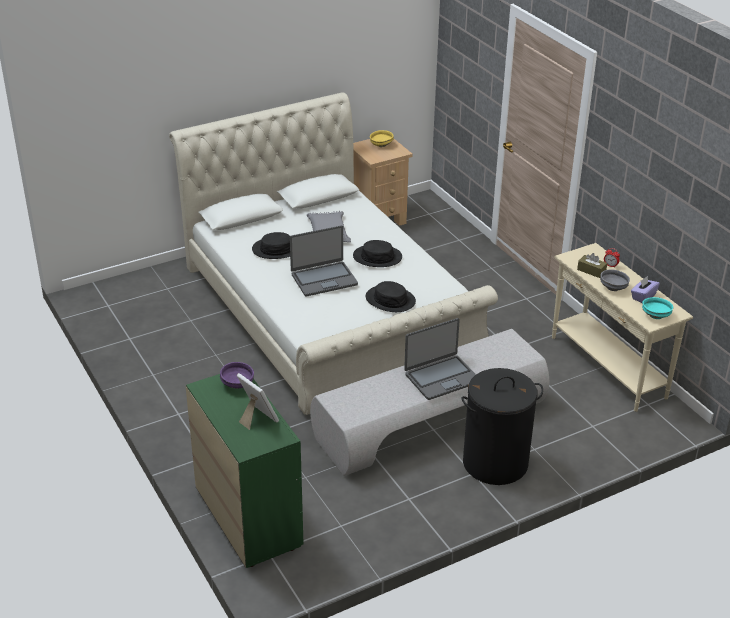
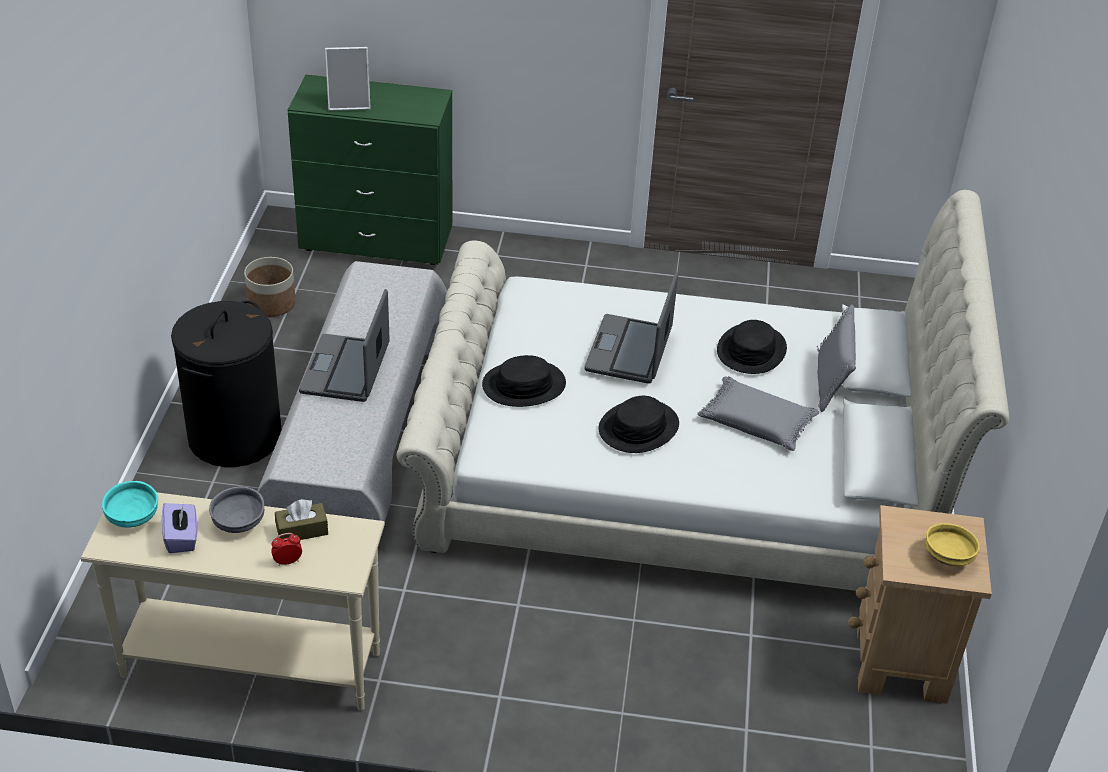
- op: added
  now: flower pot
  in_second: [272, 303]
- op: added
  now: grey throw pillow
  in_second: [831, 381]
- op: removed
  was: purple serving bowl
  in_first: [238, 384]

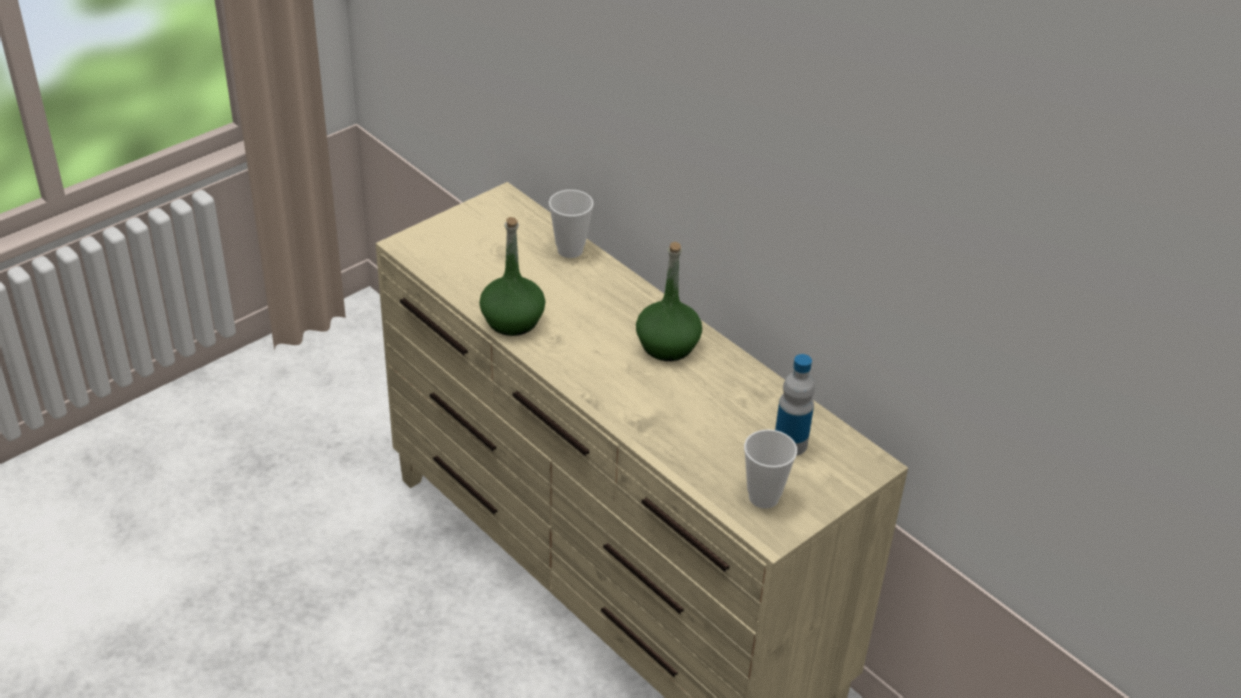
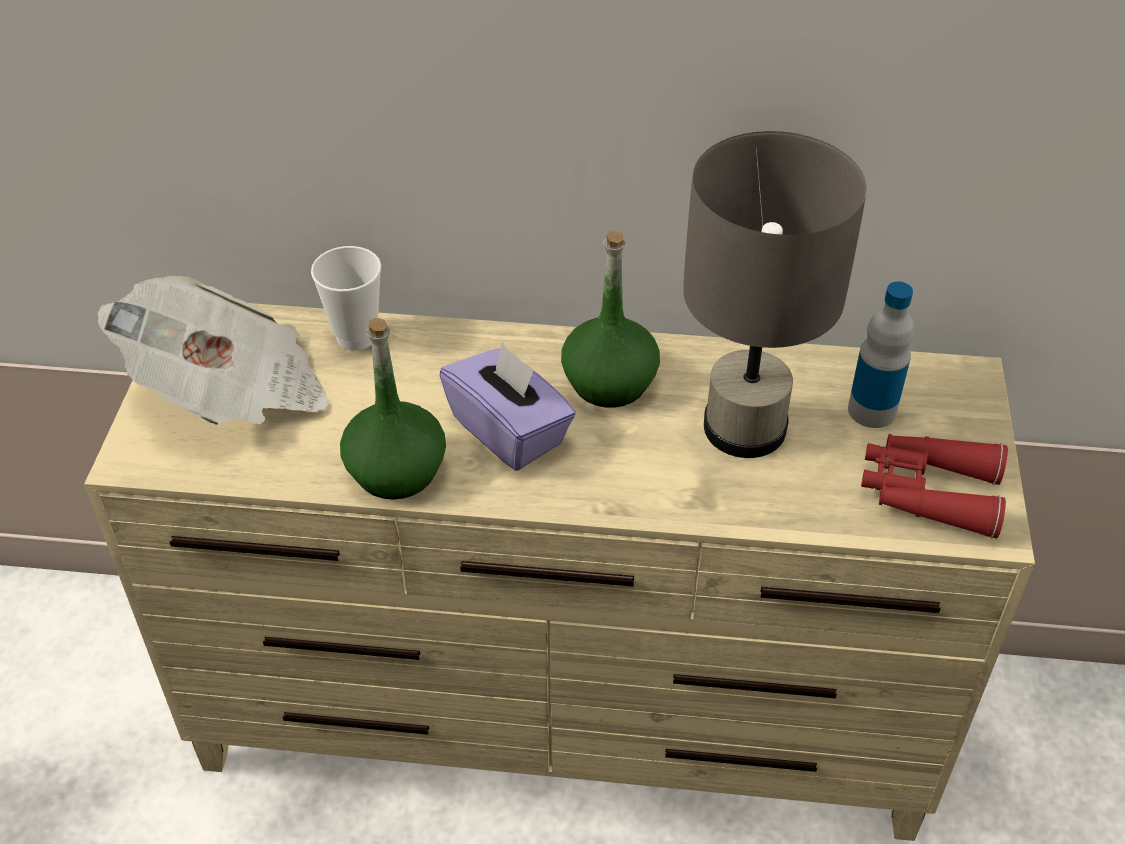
- op: added
  now: daily paper
  in_second: [231, 392]
- op: added
  now: purple box of tissues
  in_second: [509, 431]
- op: added
  now: grey lamp for a table
  in_second: [743, 426]
- op: replaced
  was: cup
  now: reddish field glasses
  in_first: [763, 497]
  in_second: [928, 492]

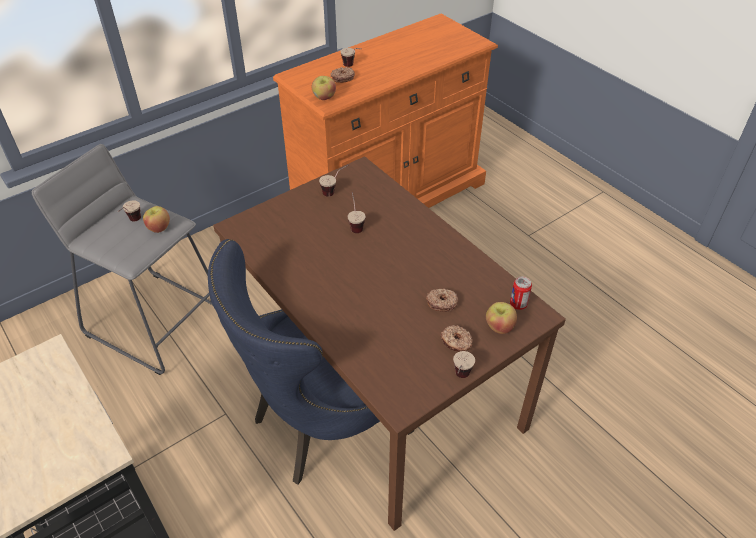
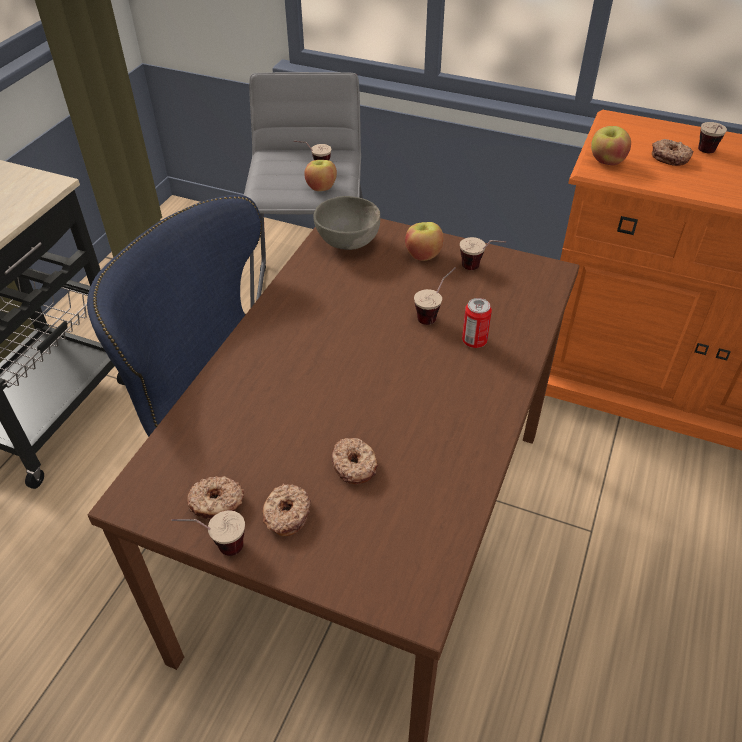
- op: added
  now: doughnut
  in_second: [217, 503]
- op: added
  now: grey serving bowl
  in_second: [348, 243]
- op: moved
  was: whole apple
  in_first: [499, 327]
  in_second: [423, 255]
- op: moved
  was: metal can
  in_first: [518, 304]
  in_second: [474, 341]

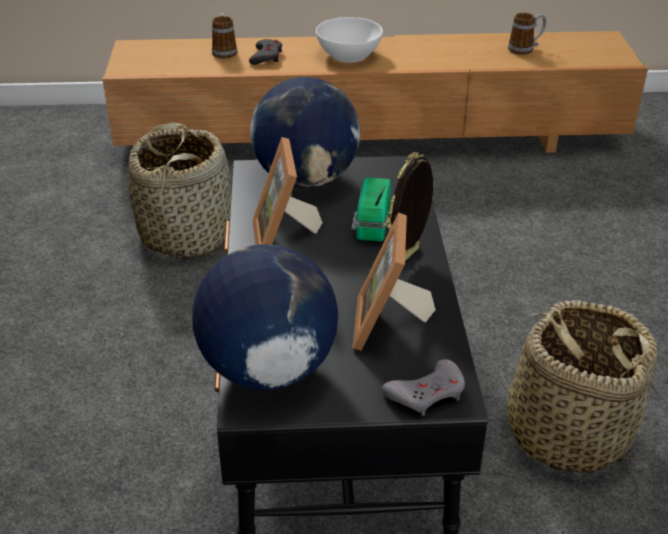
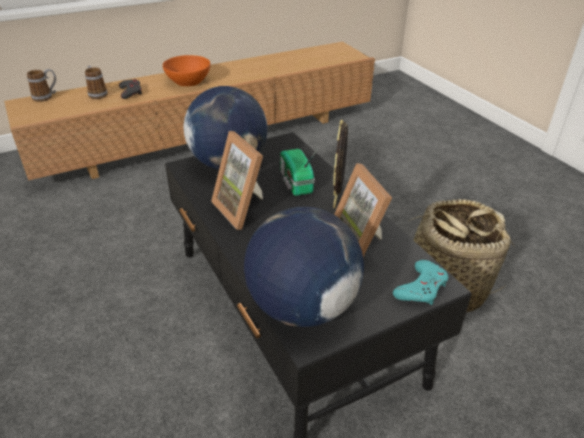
- op: moved
  was: coffee mug
  in_first: [525, 49]
  in_second: [46, 96]
- op: recoloured
  was: white-coloured serving bowl
  now: orangey serving bowl
  in_first: [349, 54]
  in_second: [188, 81]
- op: recoloured
  was: grey gamepad
  now: blue-green gamepad
  in_first: [427, 393]
  in_second: [421, 287]
- op: removed
  was: basket
  in_first: [186, 234]

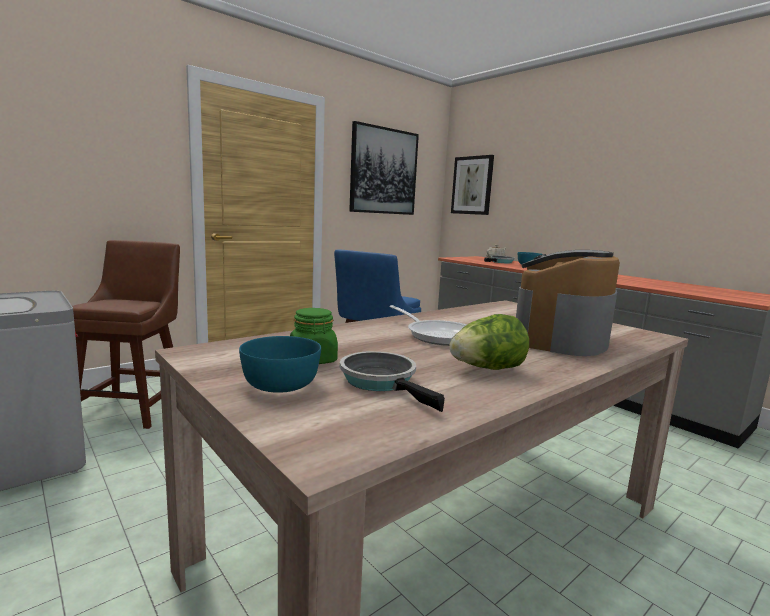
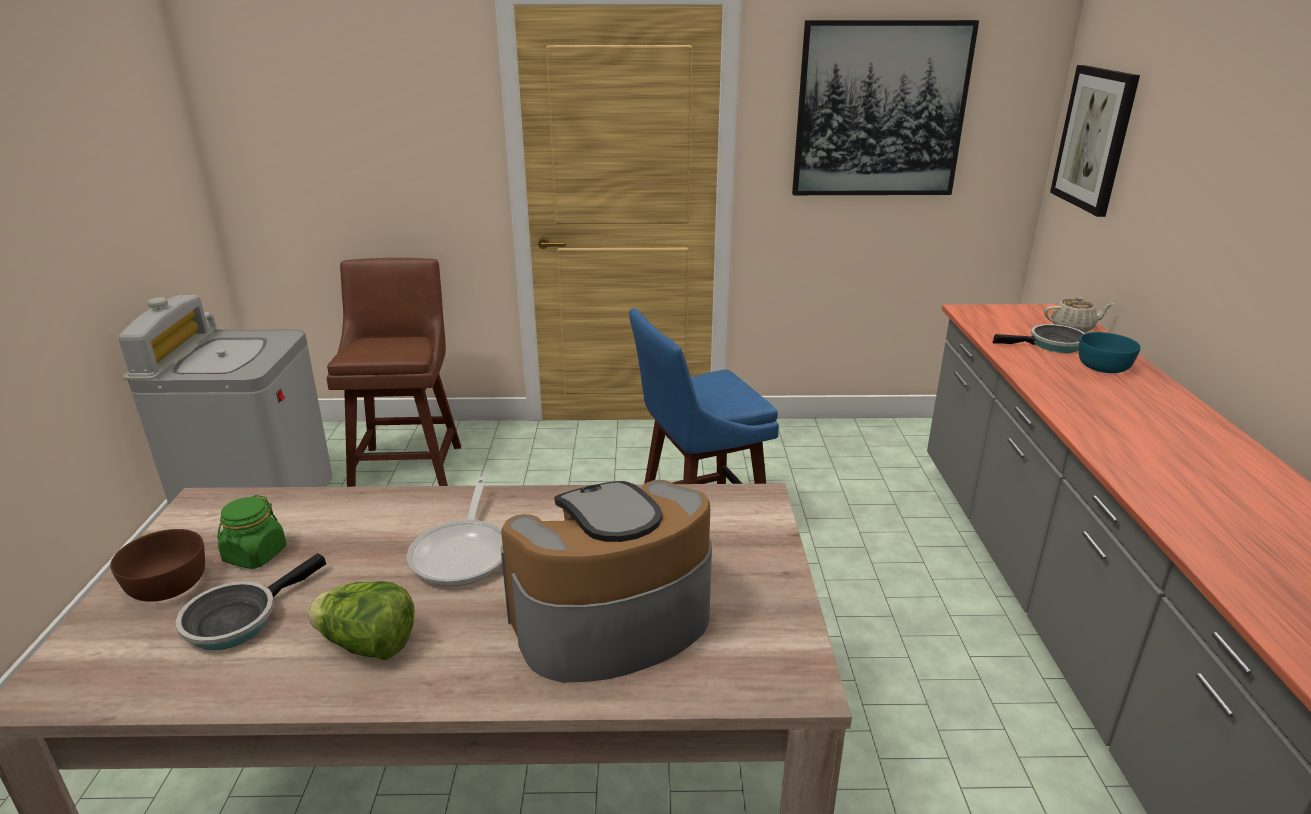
- op: recoloured
  was: blue-green serving bowl
  now: brownish serving bowl
  in_first: [279, 384]
  in_second: [166, 585]
- op: turned
  was: frying pan
  in_first: [382, 382]
  in_second: [238, 619]
  clockwise: -150
- op: turned
  was: brownish plain chair
  in_first: [134, 407]
  in_second: [409, 464]
  clockwise: -45

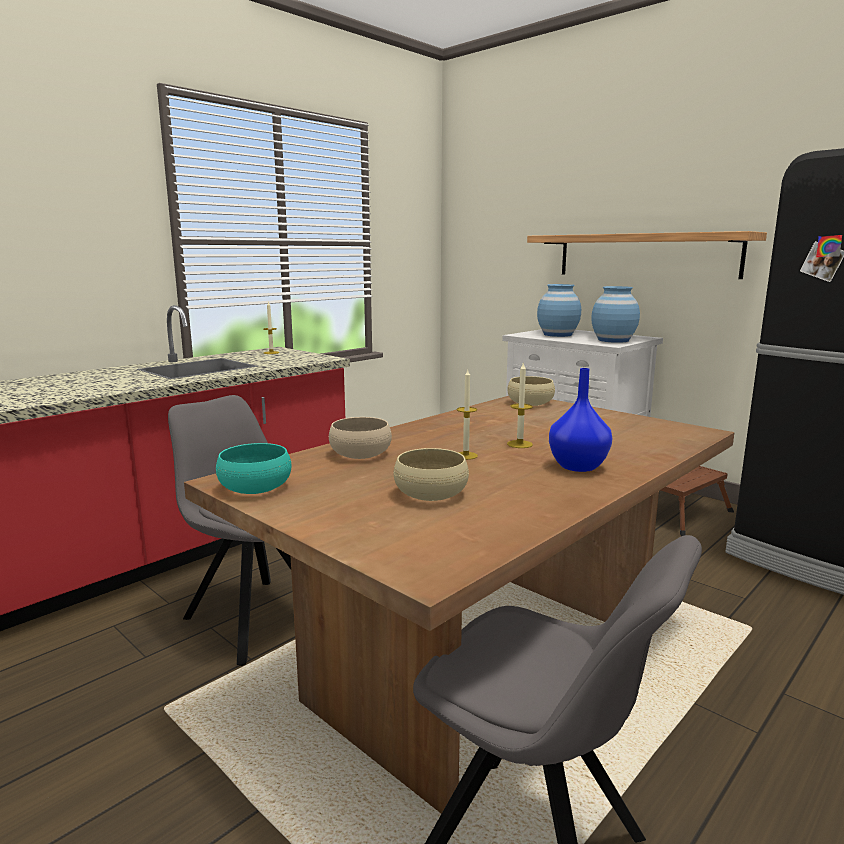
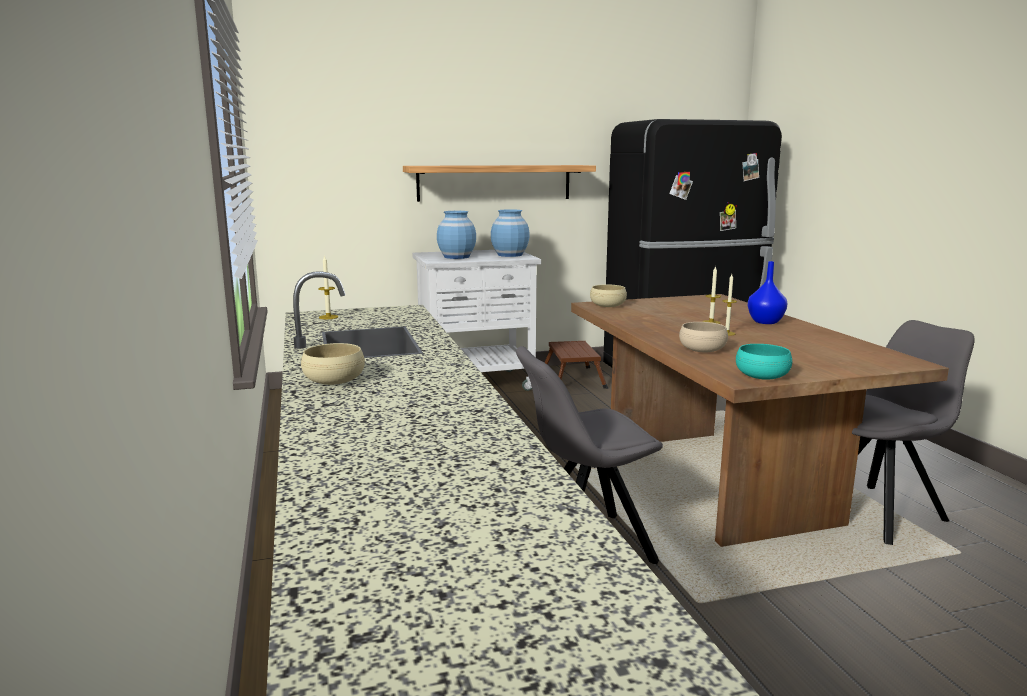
- op: moved
  was: beige-coloured serving bowl
  in_first: [430, 493]
  in_second: [334, 380]

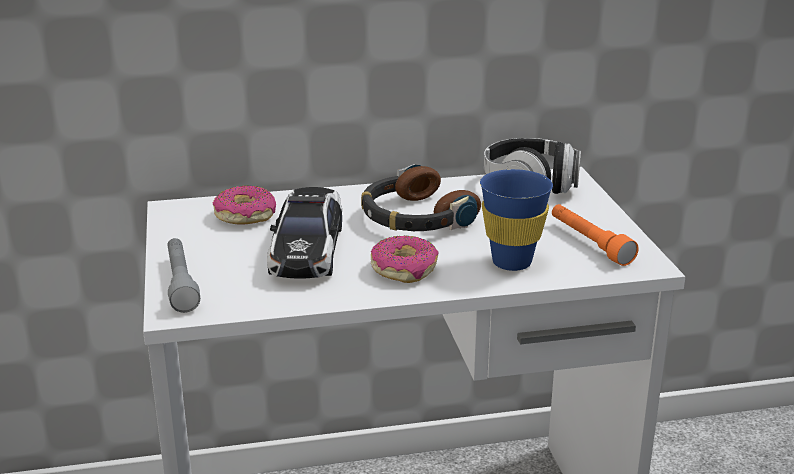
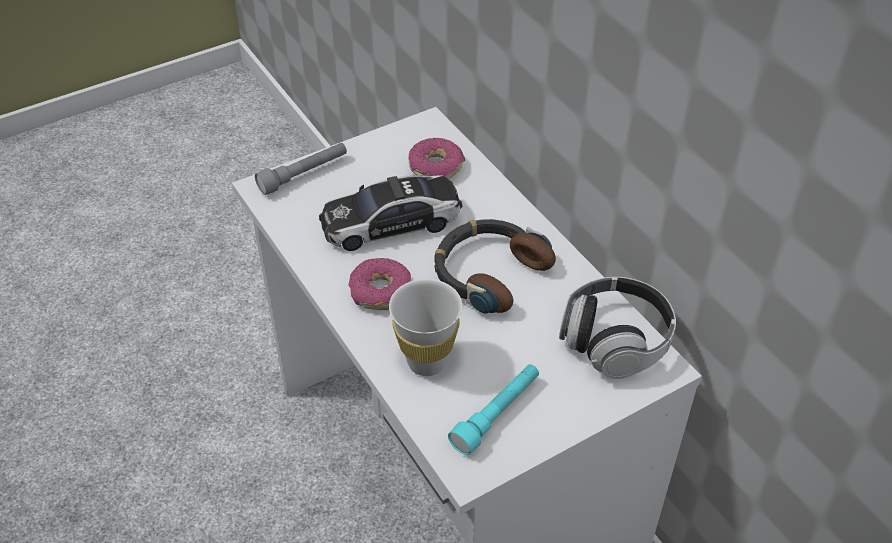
- op: recoloured
  was: bluish cup
  now: white-coloured cup
  in_first: [512, 262]
  in_second: [426, 362]
- op: recoloured
  was: orangey hand torch
  now: blue-green hand torch
  in_first: [589, 243]
  in_second: [496, 414]

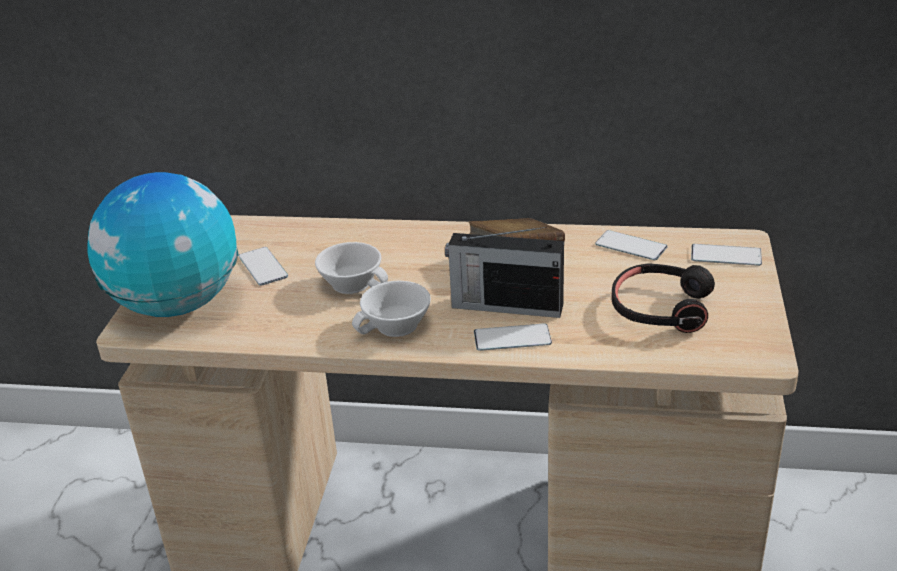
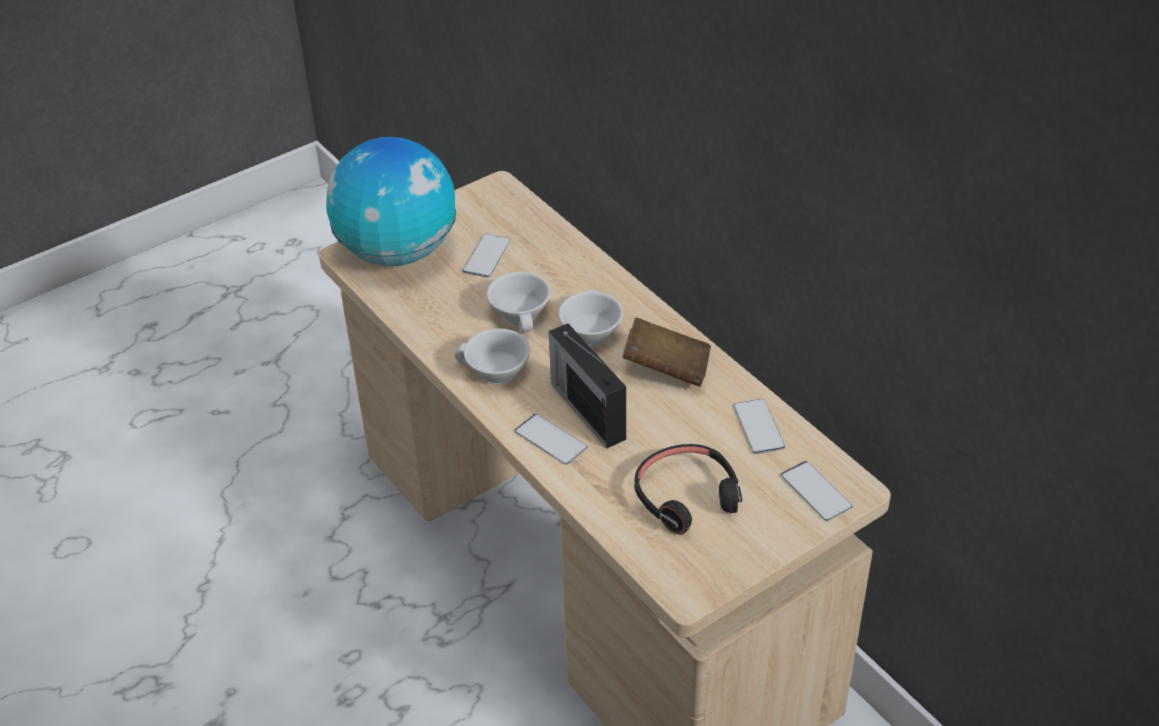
- op: added
  now: white-coloured cup
  in_second: [588, 331]

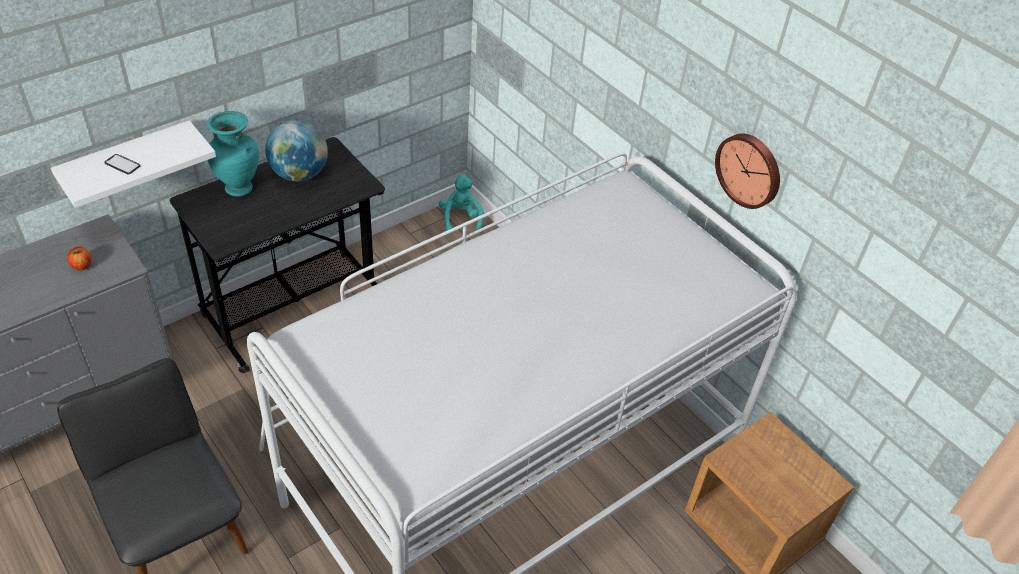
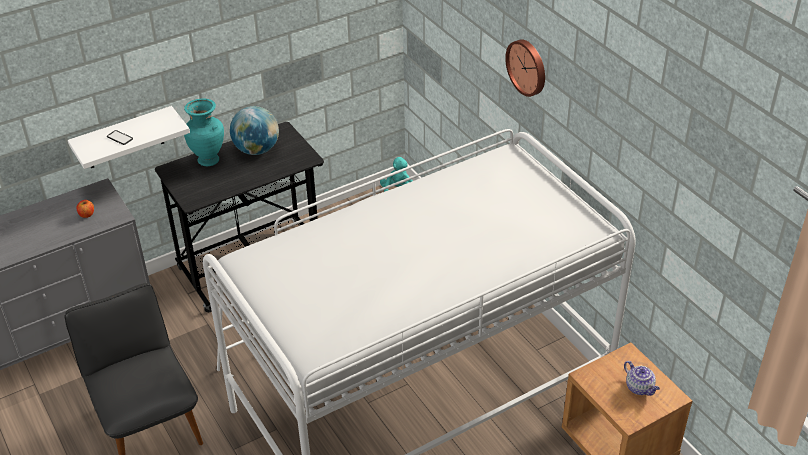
- op: moved
  was: wall clock
  in_first: [750, 169]
  in_second: [527, 67]
- op: added
  now: tea pot
  in_second: [640, 388]

